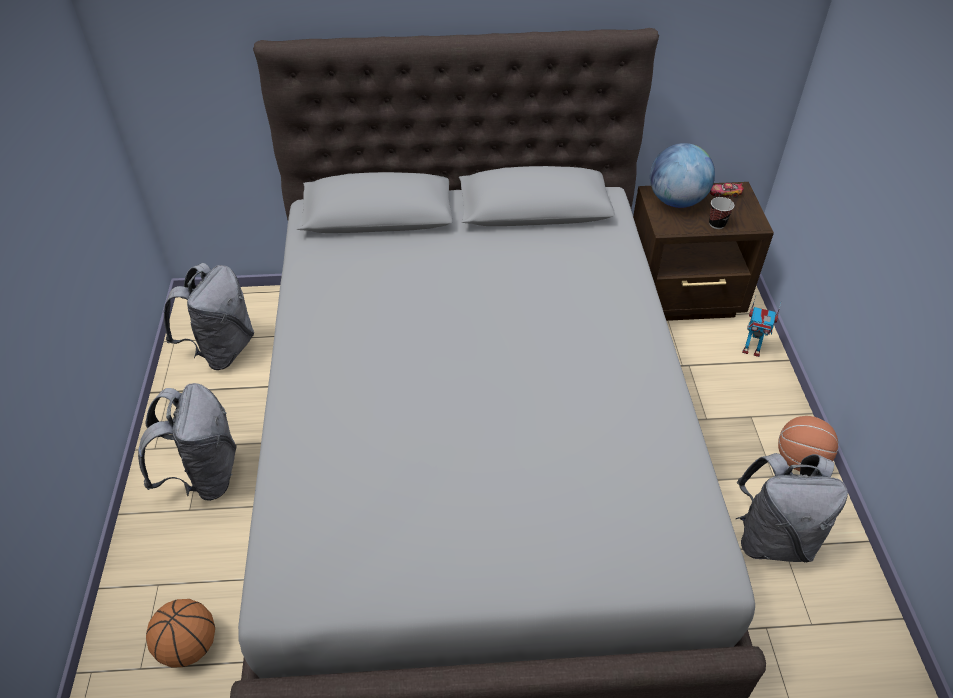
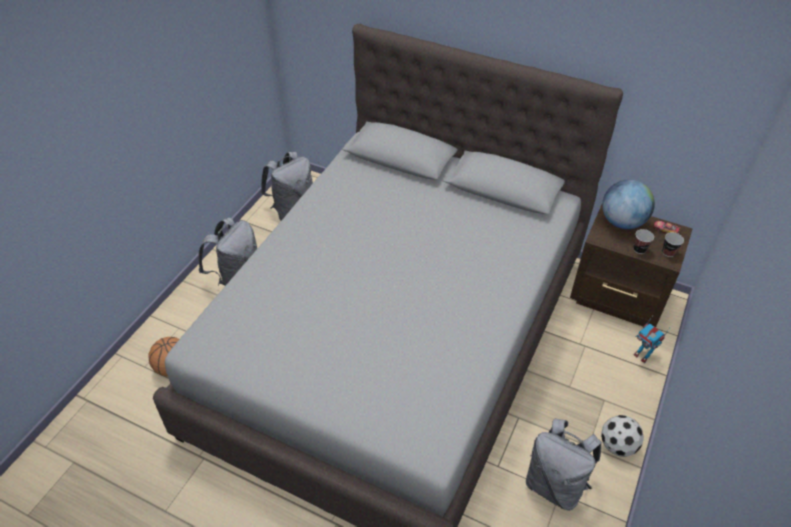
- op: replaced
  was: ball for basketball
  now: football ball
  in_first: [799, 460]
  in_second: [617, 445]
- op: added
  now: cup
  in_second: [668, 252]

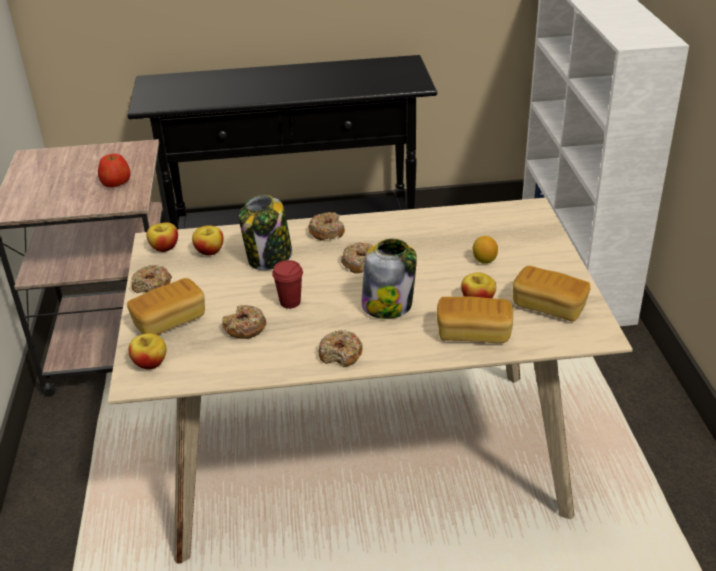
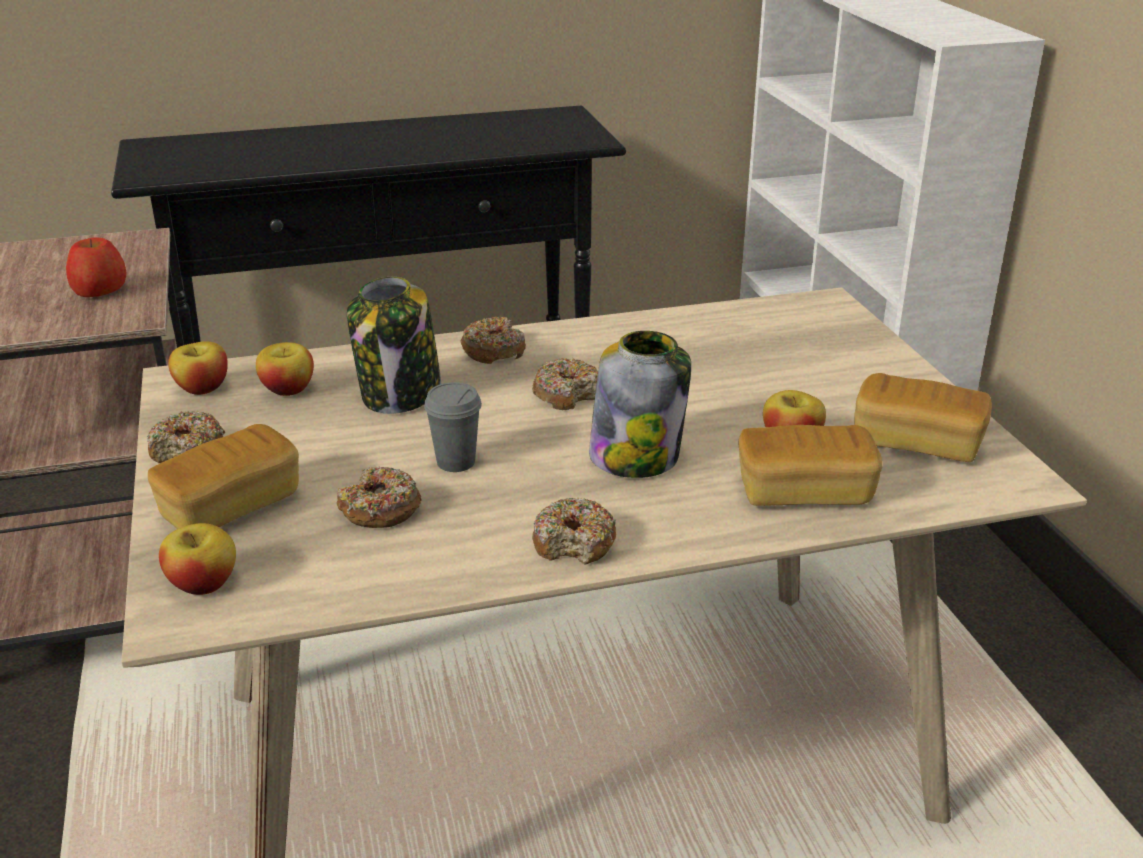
- op: recoloured
  was: reddish cup
  now: grey cup
  in_first: [290, 302]
  in_second: [456, 462]
- op: removed
  was: lemon
  in_first: [484, 260]

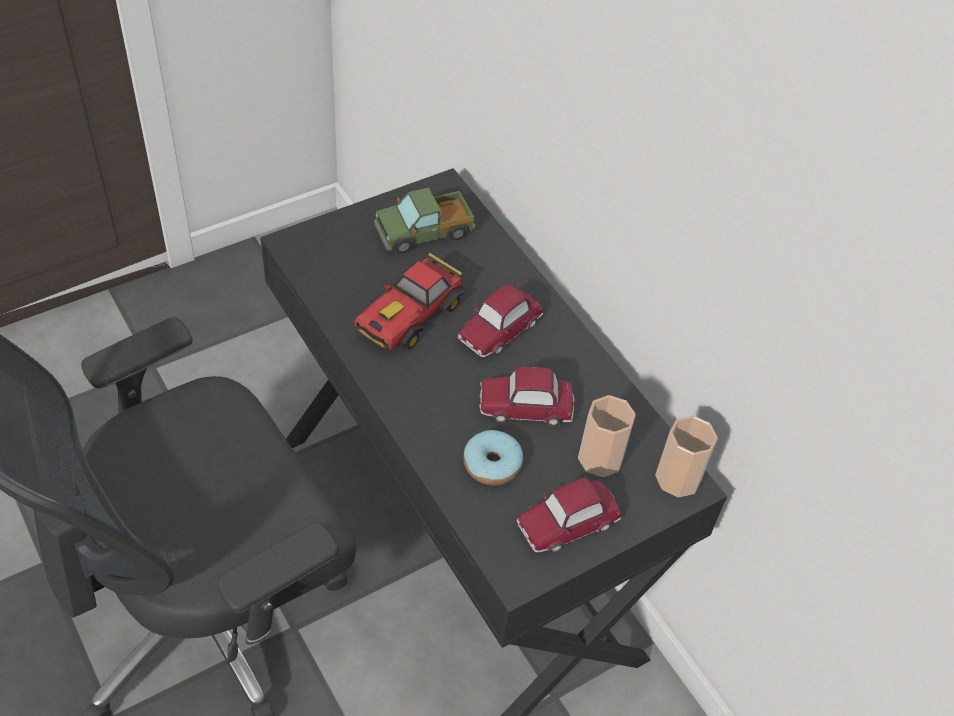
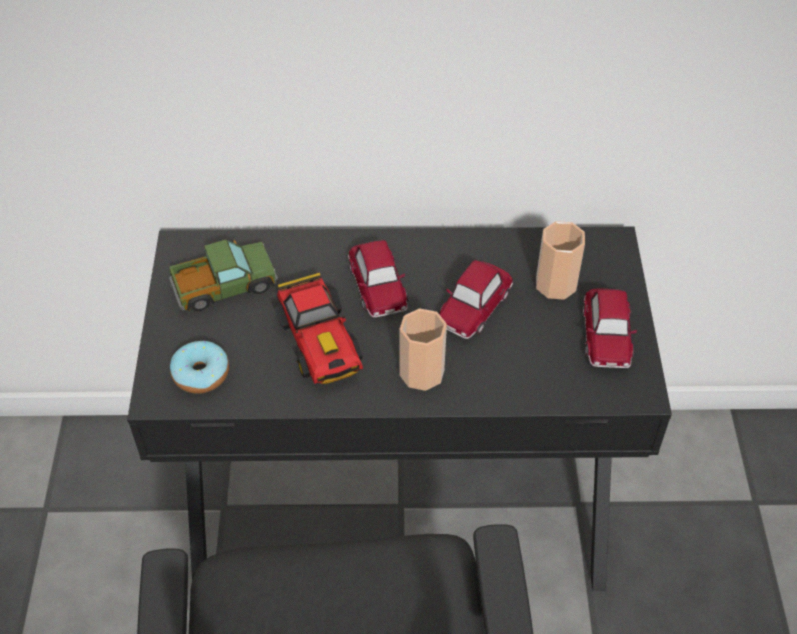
- op: turned
  was: model truck
  in_first: [424, 232]
  in_second: [224, 287]
  clockwise: -120
- op: moved
  was: doughnut
  in_first: [492, 464]
  in_second: [201, 374]
- op: moved
  was: cup
  in_first: [678, 478]
  in_second: [421, 372]

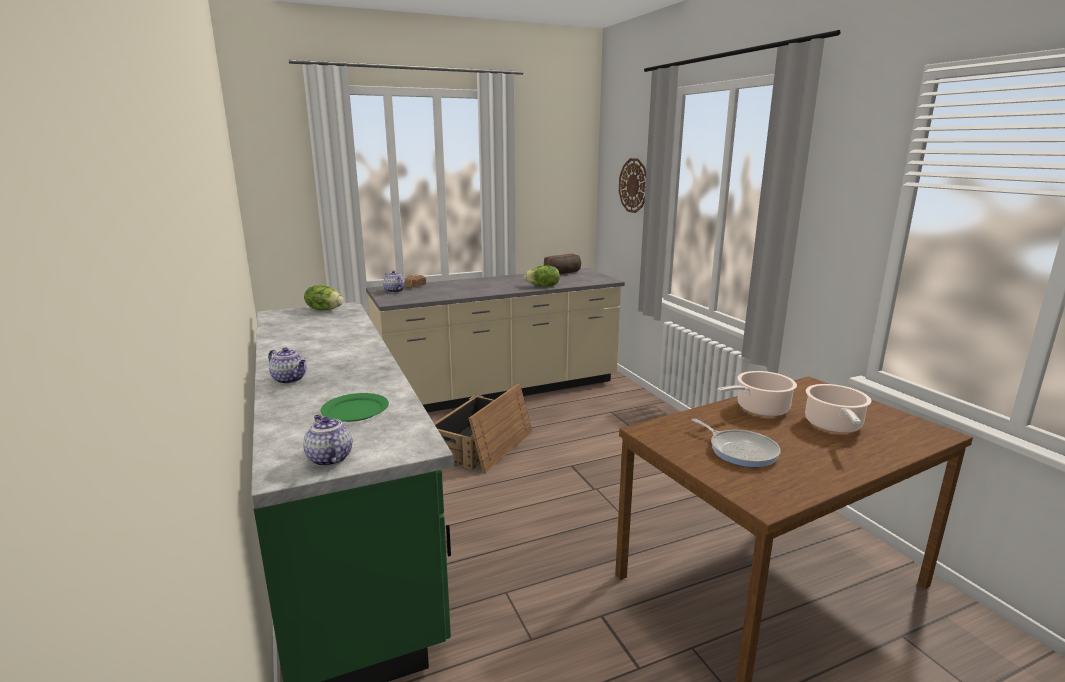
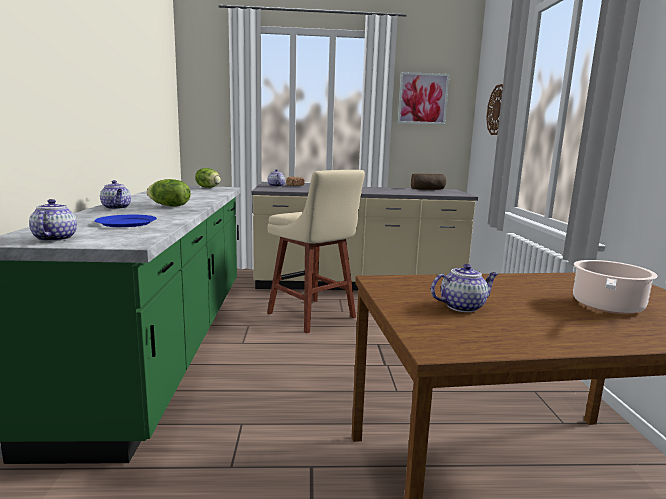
- op: recoloured
  was: greenish flat dish
  now: bluish flat dish
  in_first: [355, 410]
  in_second: [126, 223]
- op: moved
  was: lettuce
  in_first: [543, 286]
  in_second: [169, 206]
- op: replaced
  was: crate
  now: beige-coloured stool
  in_first: [481, 444]
  in_second: [312, 316]
- op: added
  now: wall picture
  in_second: [422, 98]
- op: replaced
  was: frying pan
  now: tea pot
  in_first: [740, 450]
  in_second: [463, 306]
- op: removed
  was: saucepot
  in_first: [759, 409]

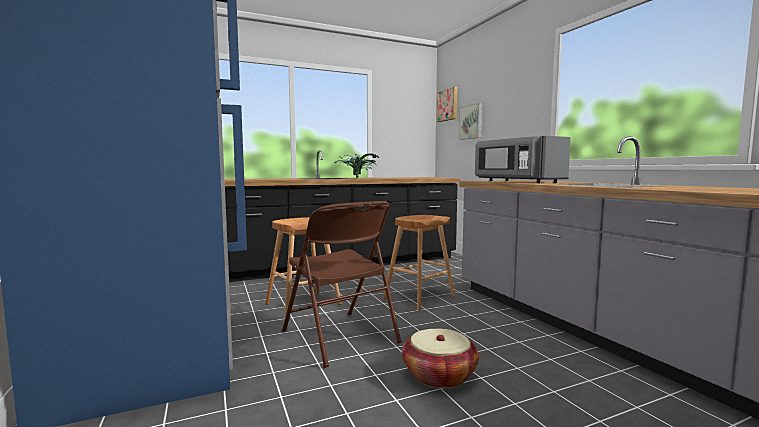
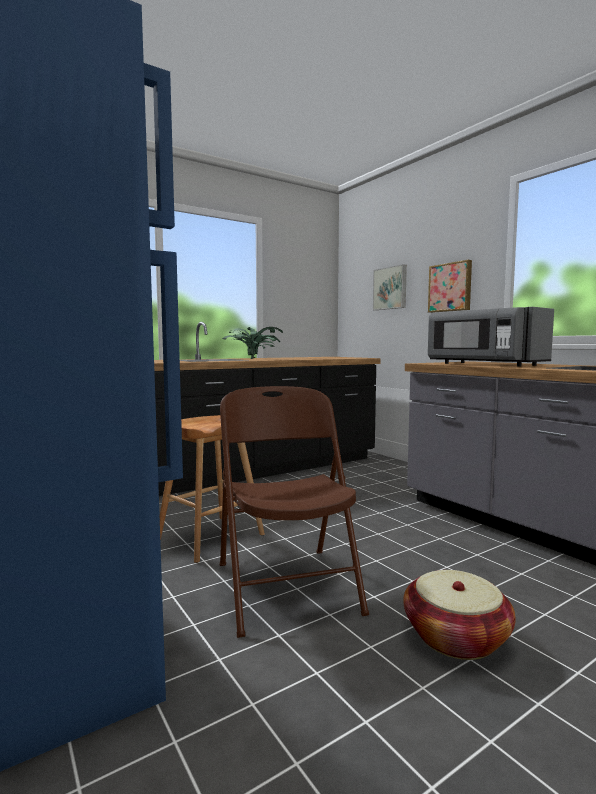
- op: turned
  was: brownish plain chair
  in_first: [339, 337]
  in_second: [287, 587]
  clockwise: -150
- op: moved
  was: wall picture
  in_first: [448, 105]
  in_second: [450, 287]
- op: removed
  was: brownish stool
  in_first: [419, 297]

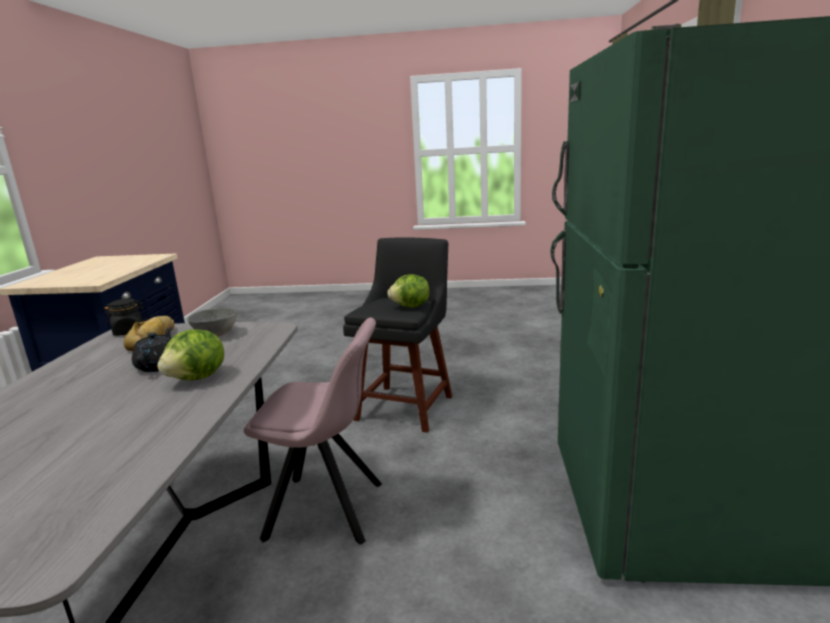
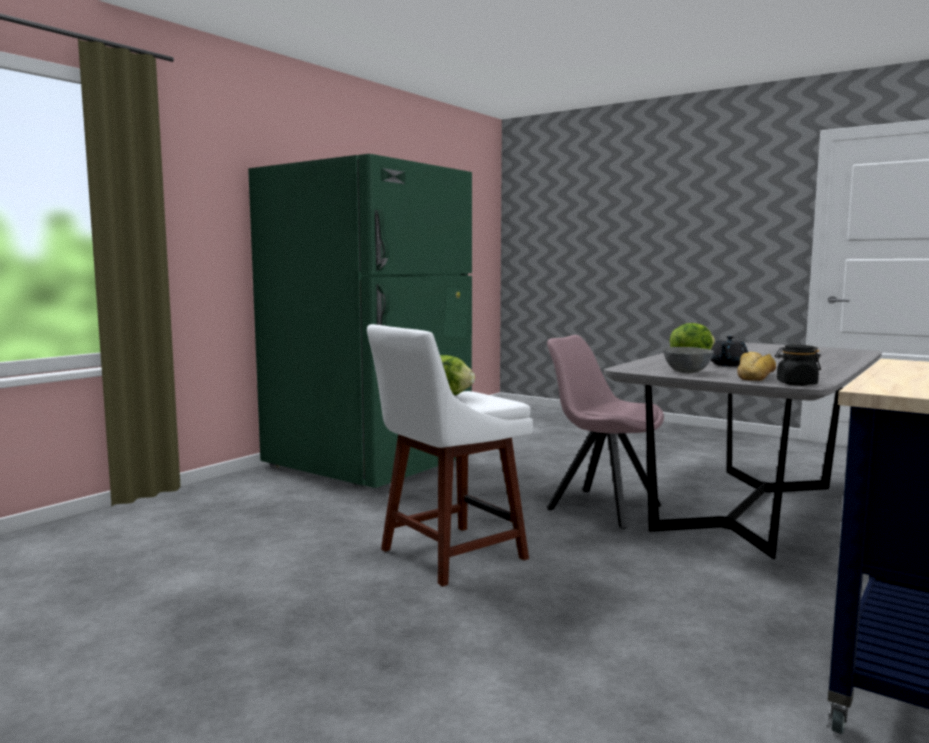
- op: recoloured
  was: black stool
  now: white-coloured stool
  in_first: [407, 405]
  in_second: [447, 555]

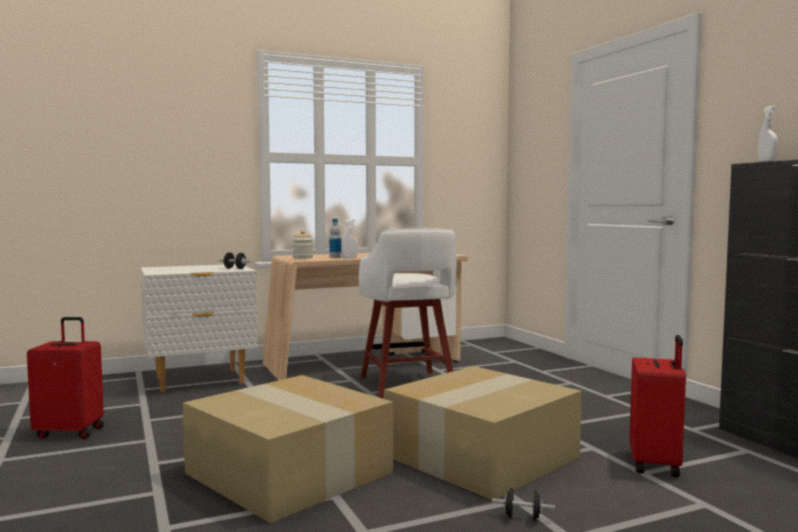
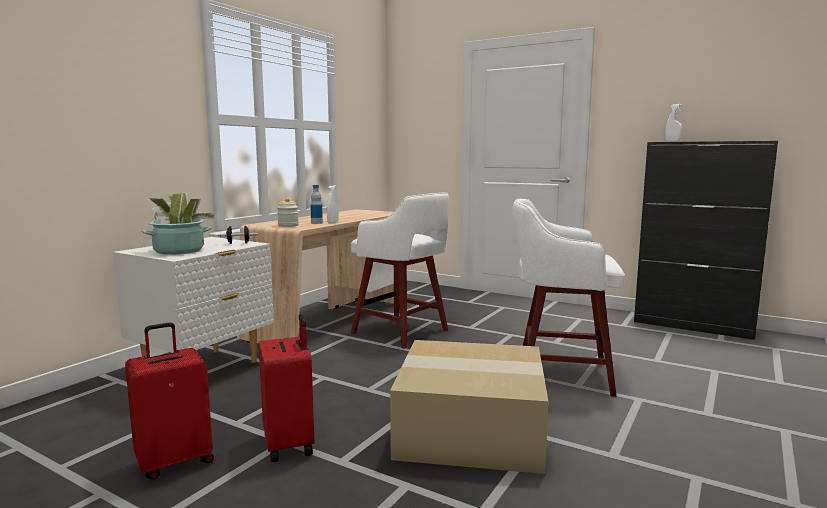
- op: added
  now: houseplant
  in_second: [179, 250]
- op: moved
  was: reddish travel case
  in_first: [656, 464]
  in_second: [290, 444]
- op: replaced
  was: packing box
  now: white-coloured stool
  in_first: [481, 455]
  in_second: [559, 374]
- op: removed
  was: black free weight
  in_first: [522, 518]

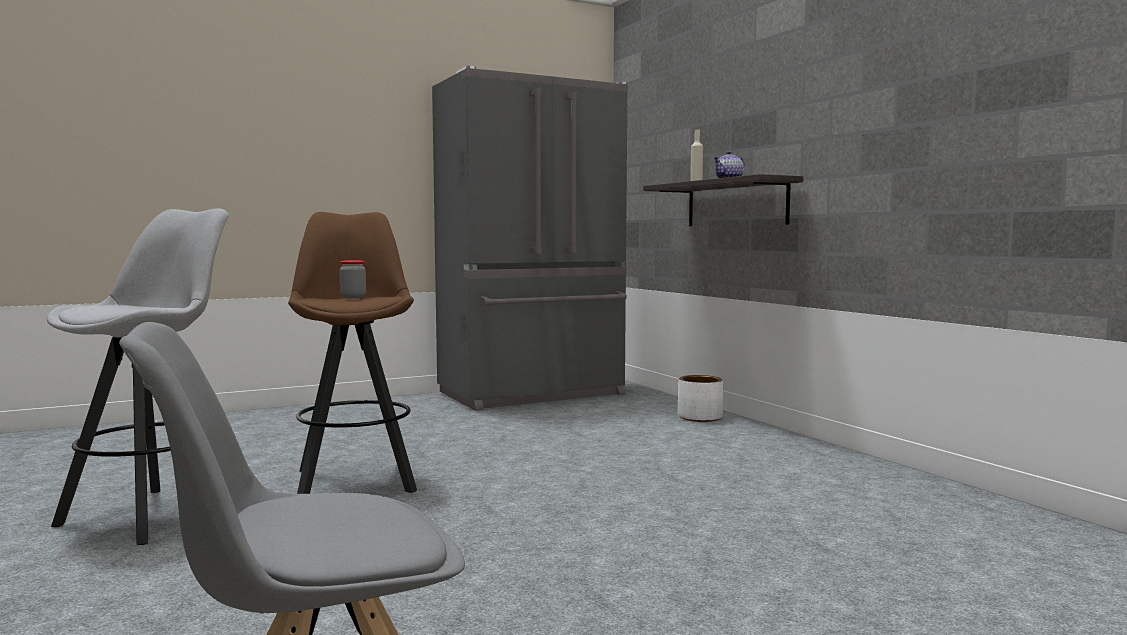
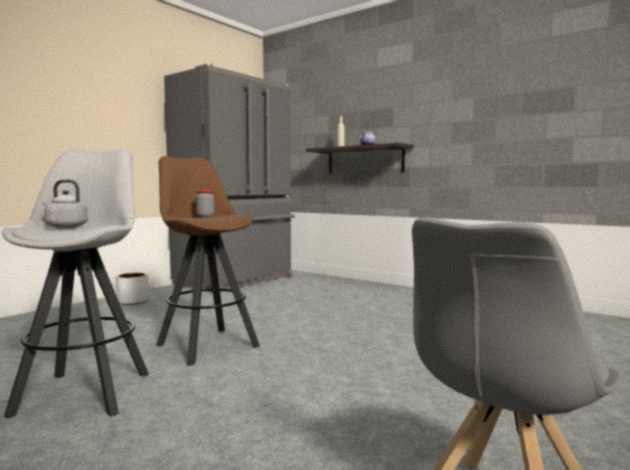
- op: added
  now: grey water kettle
  in_second: [65, 227]
- op: moved
  was: white-coloured flower pot
  in_first: [699, 417]
  in_second: [133, 301]

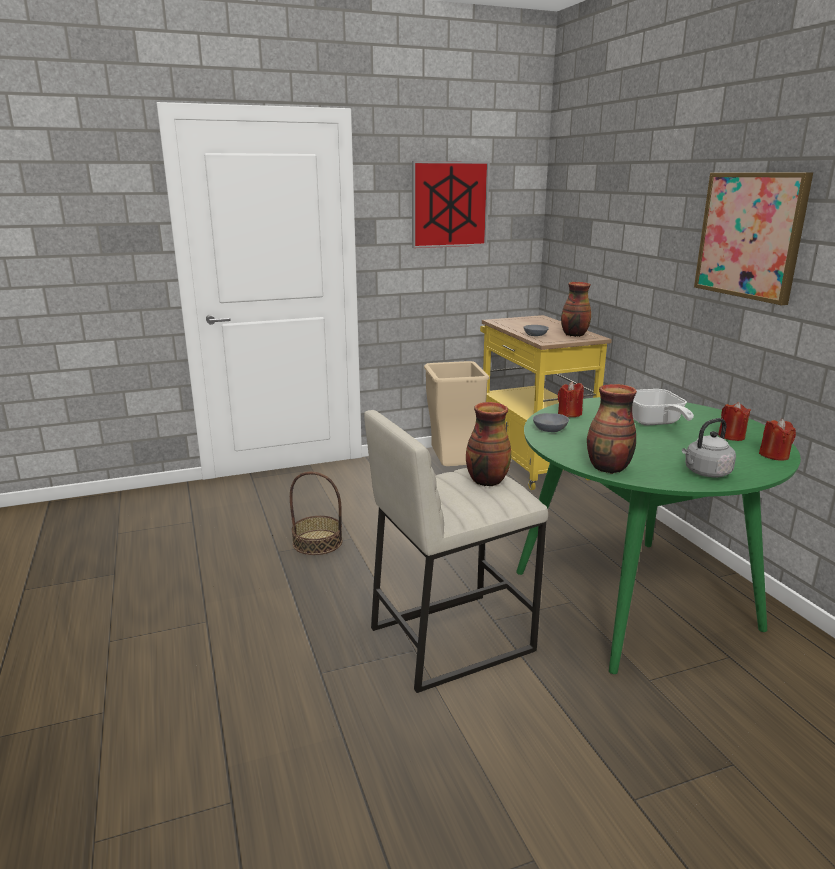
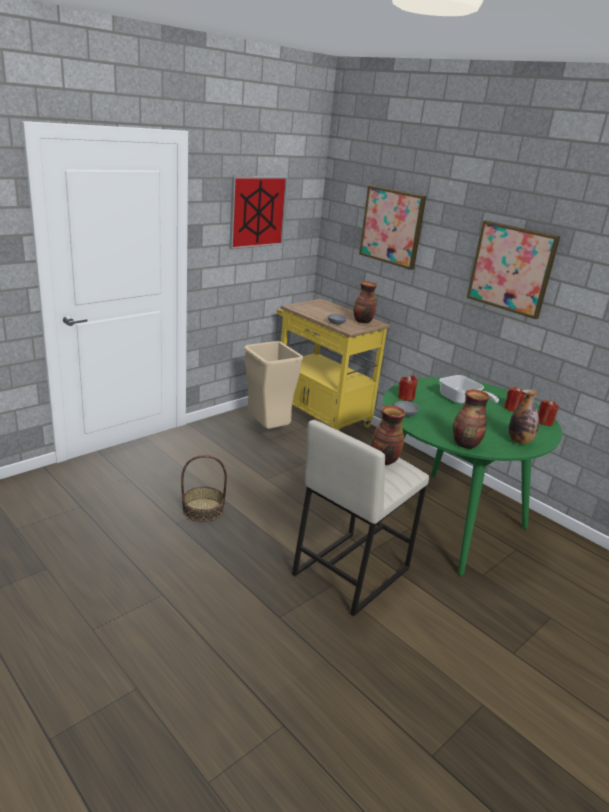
- op: added
  now: wall picture
  in_second: [392, 226]
- op: replaced
  was: grey water kettle
  now: bottle
  in_first: [705, 473]
  in_second: [519, 441]

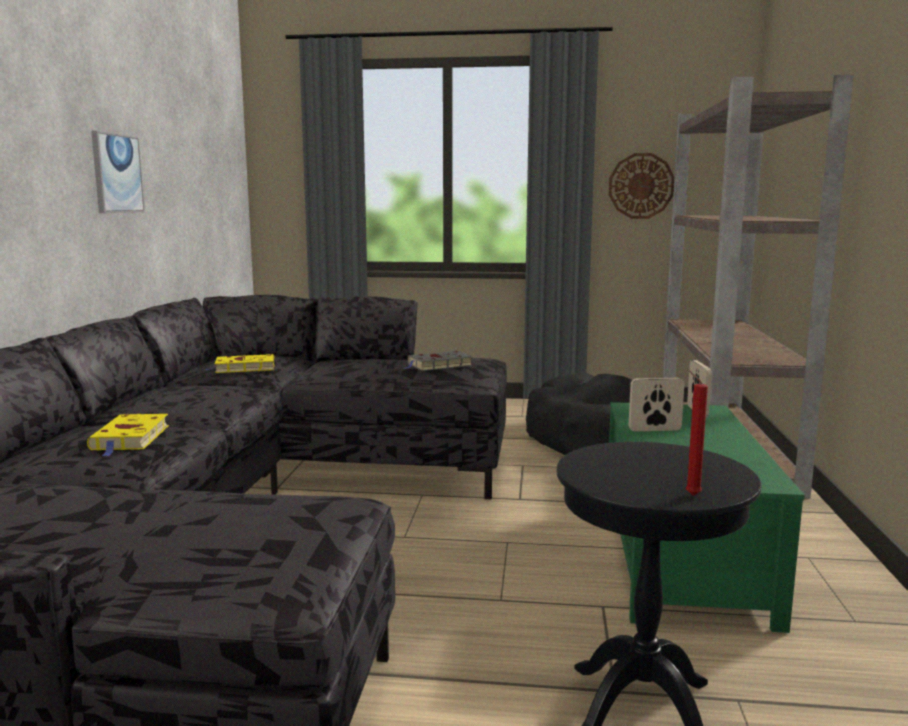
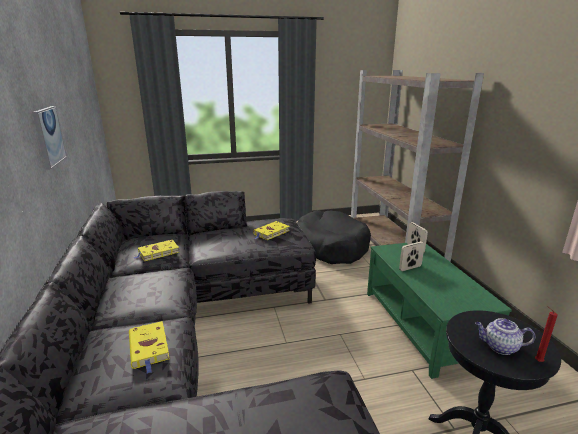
- op: recoloured
  was: grey volume
  now: yellow volume
  in_first: [438, 365]
  in_second: [271, 233]
- op: added
  now: tea pot
  in_second: [499, 347]
- op: removed
  was: wall clock
  in_first: [641, 186]

